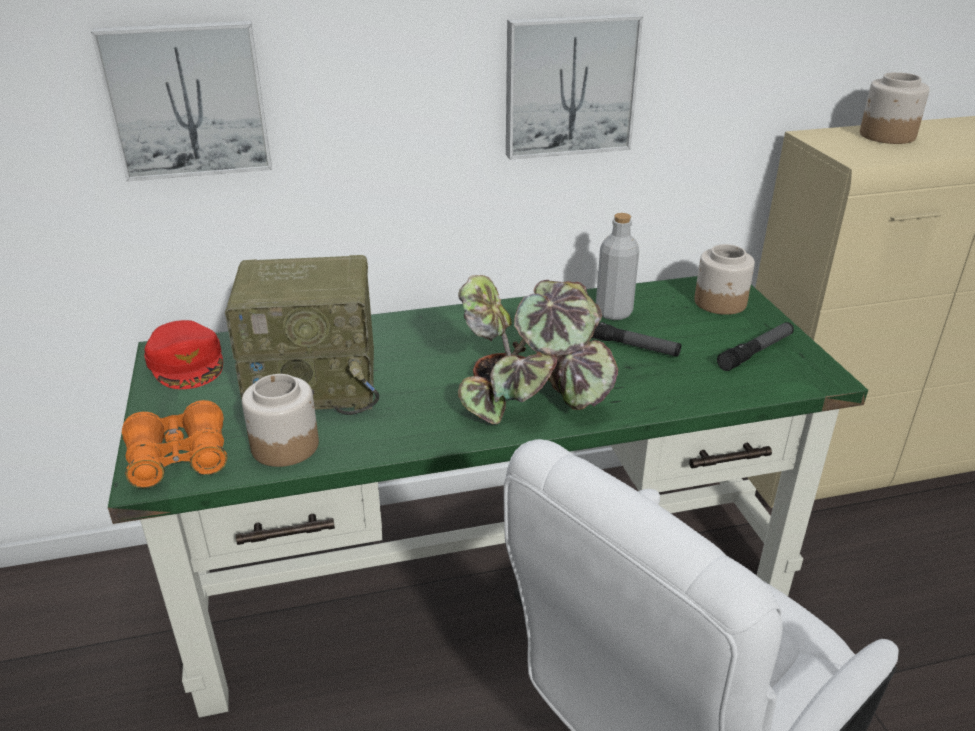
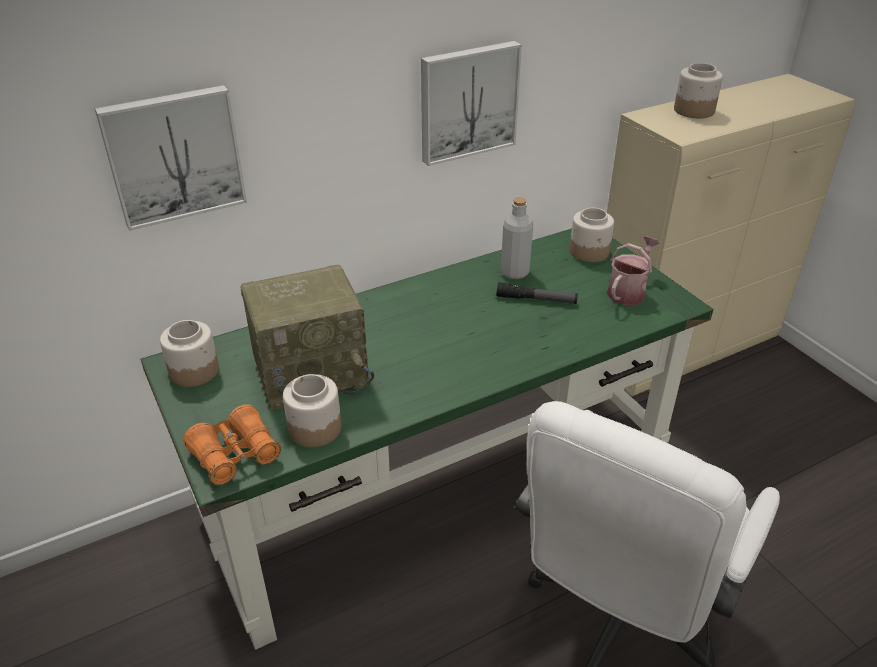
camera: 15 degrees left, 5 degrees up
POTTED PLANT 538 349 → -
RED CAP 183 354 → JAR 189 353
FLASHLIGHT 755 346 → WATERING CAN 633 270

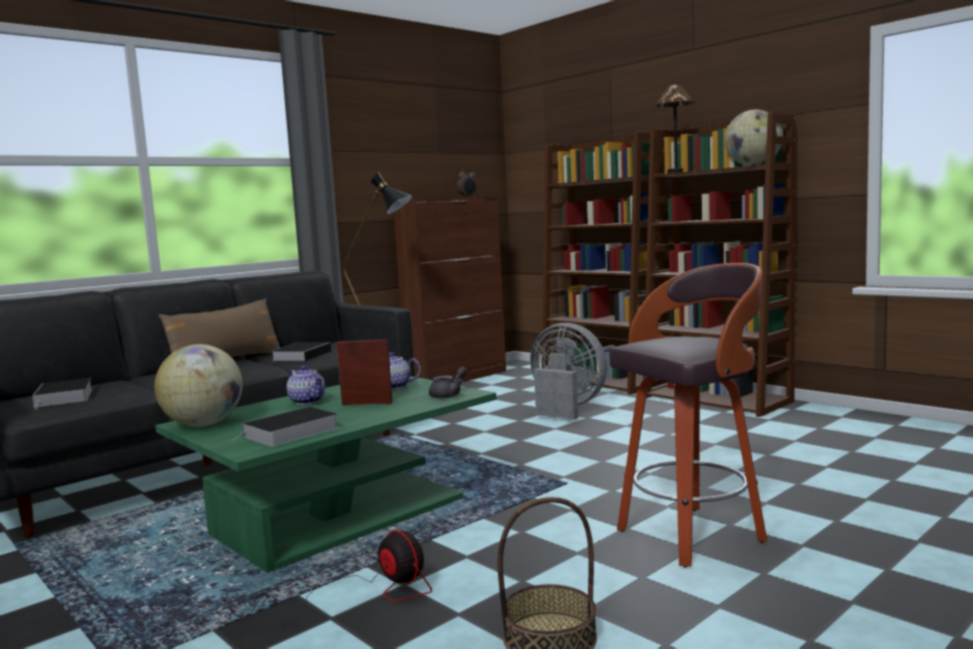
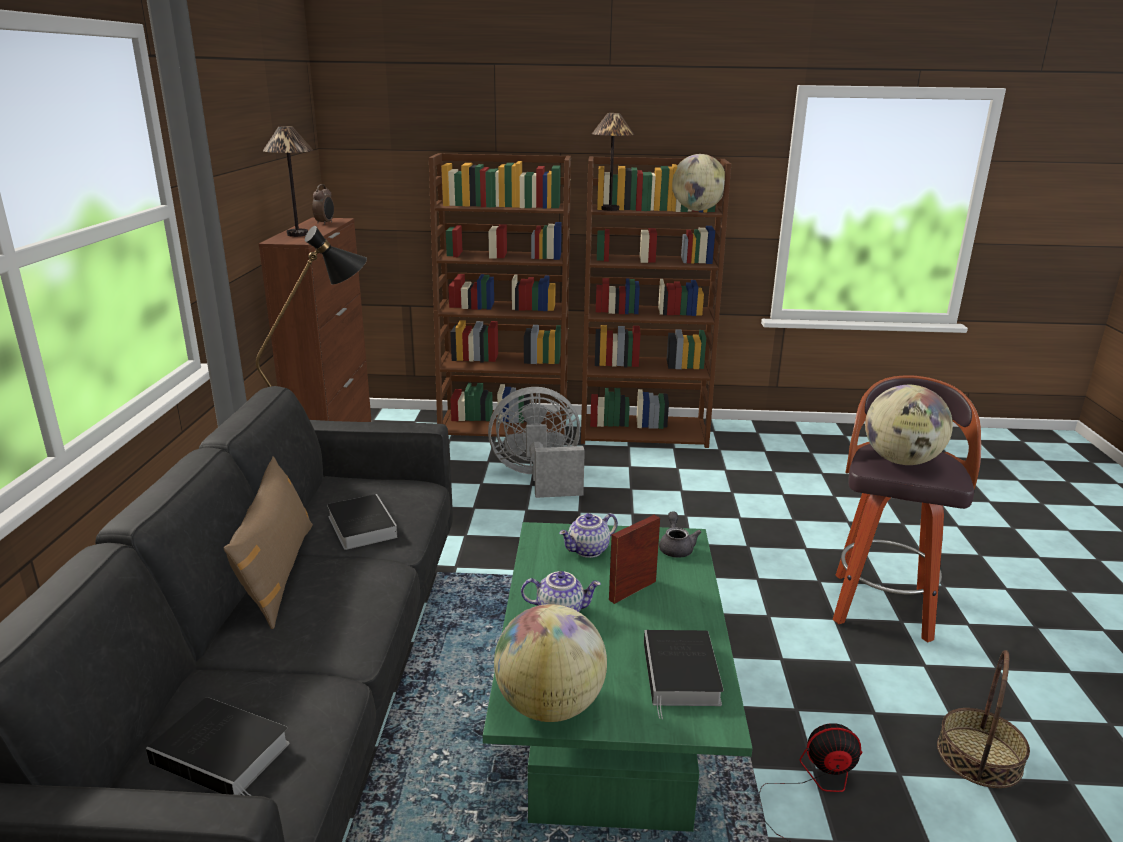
camera: 45 degrees left, 15 degrees up
- → TABLE LAMP 288 181
- → GLOBE 909 425

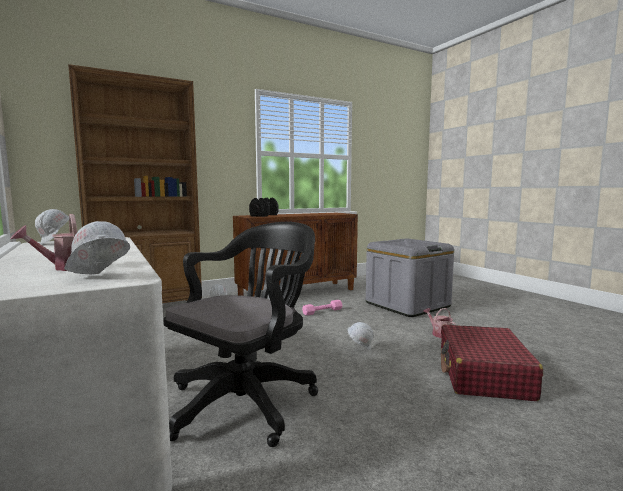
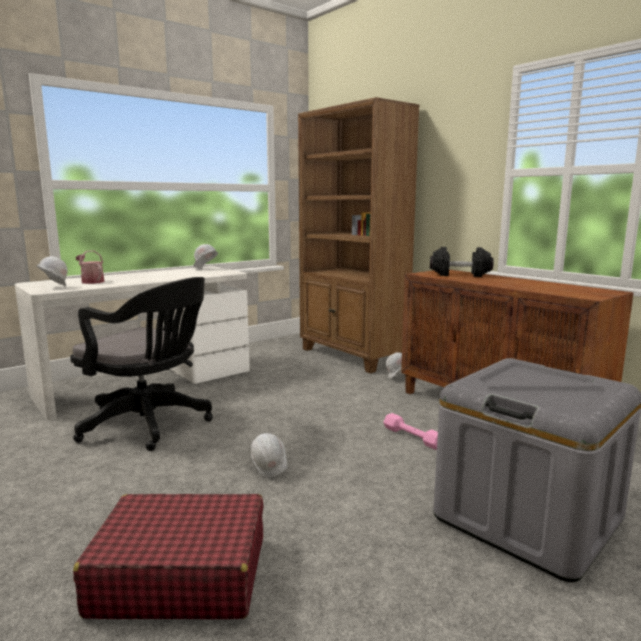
camera: 80 degrees right, 5 degrees up
WATERING CAN 439 323 → -

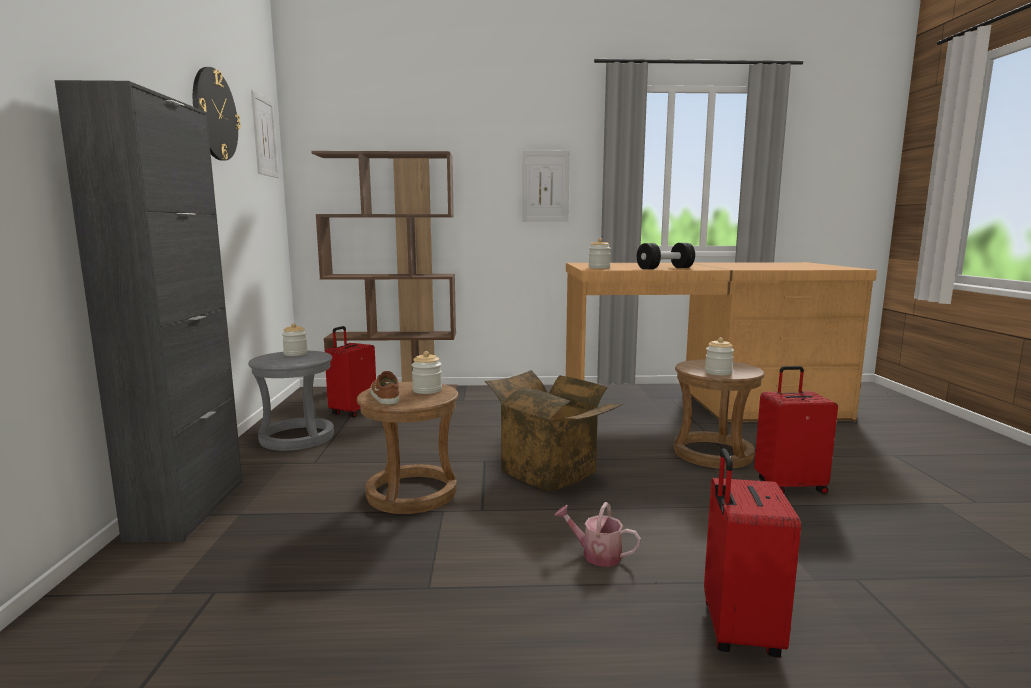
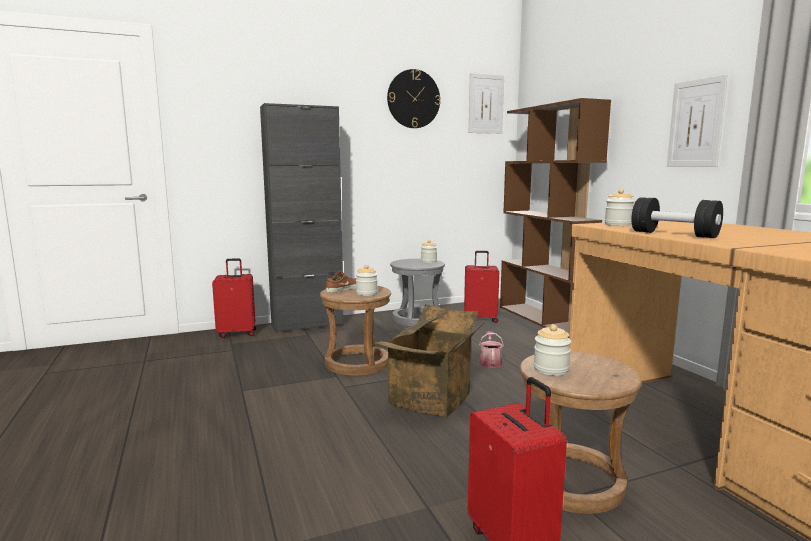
camera: 70 degrees right, 0 degrees up
WATERING CAN 598 534 → WATERING CAN 491 349, move
RED SUITCASE 752 552 → RED SUITCASE 234 298, move

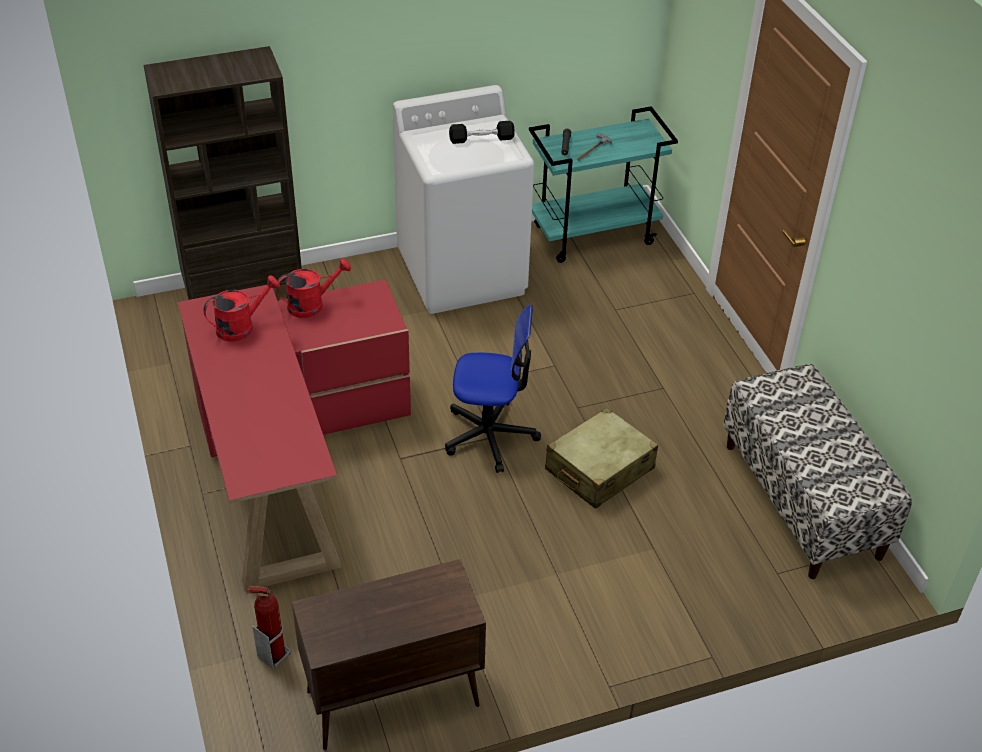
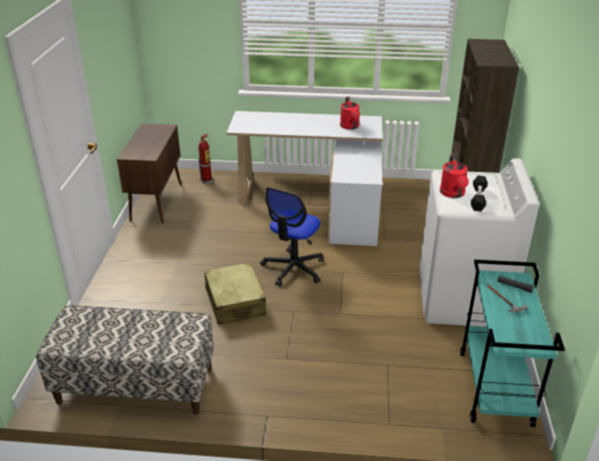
camera: 115 degrees right, 10 degrees down
RED WATERING CAN 313 288 → RED WATERING CAN 454 176, move
RED DESK 294 435 → WHITE DESK 304 178

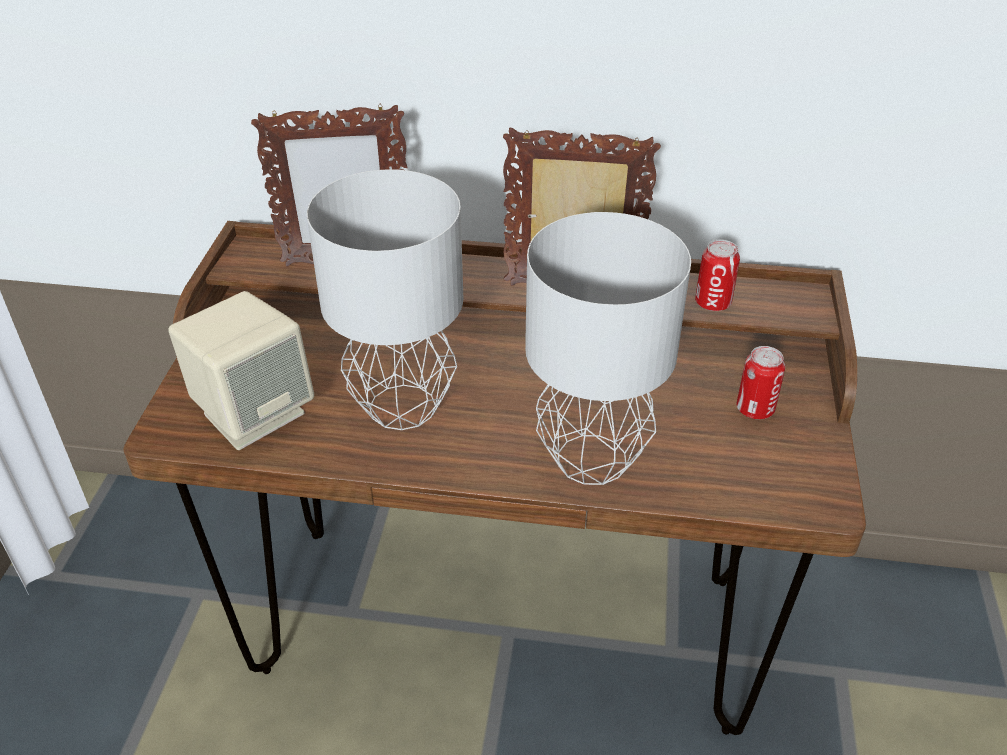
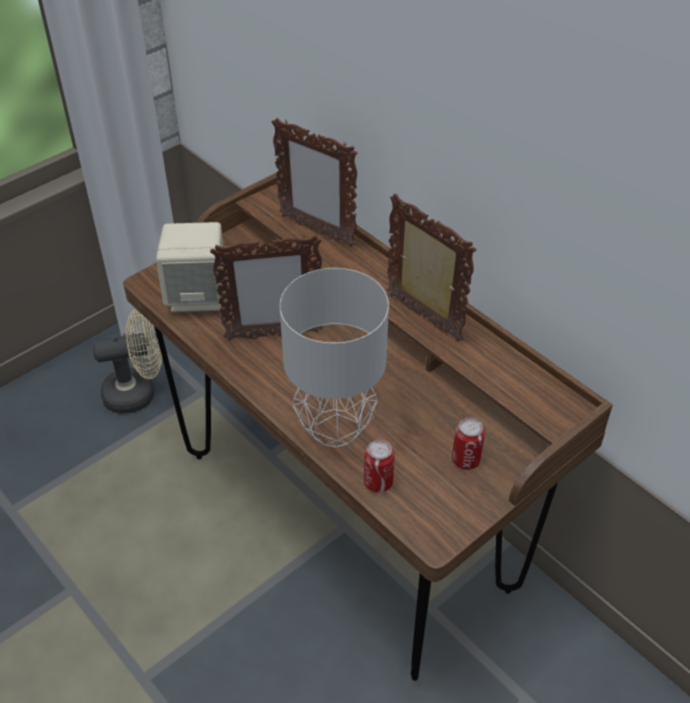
camera: 40 degrees right, 5 degrees up
- → BEIGE FAN 127 361
CAN 717 275 → CAN 379 466, move
GREY TABLE LAMP 385 299 → PICTURE FRAME 266 287

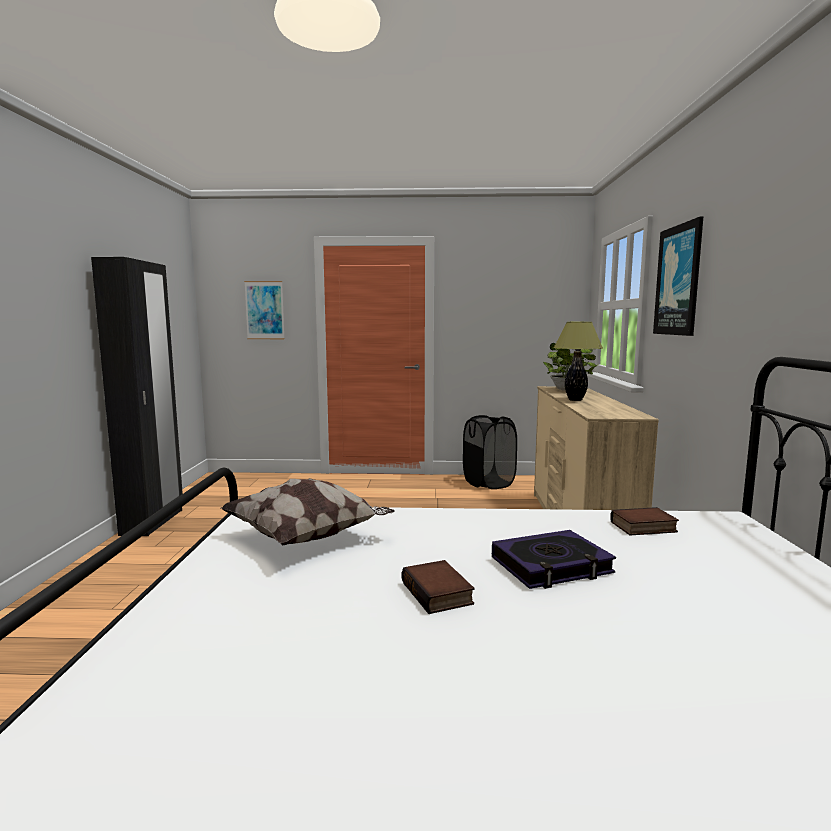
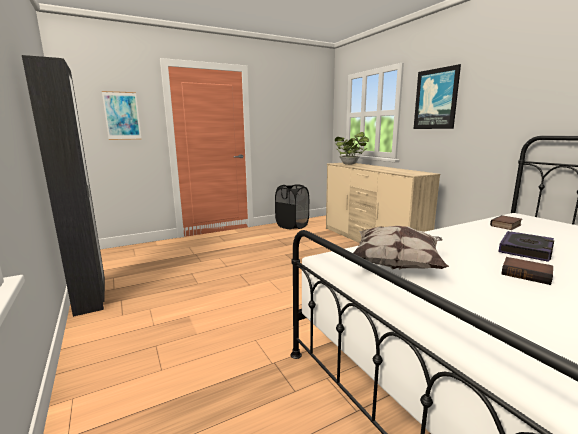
camera: 30 degrees left, 5 degrees up
TABLE LAMP 578 361 → -

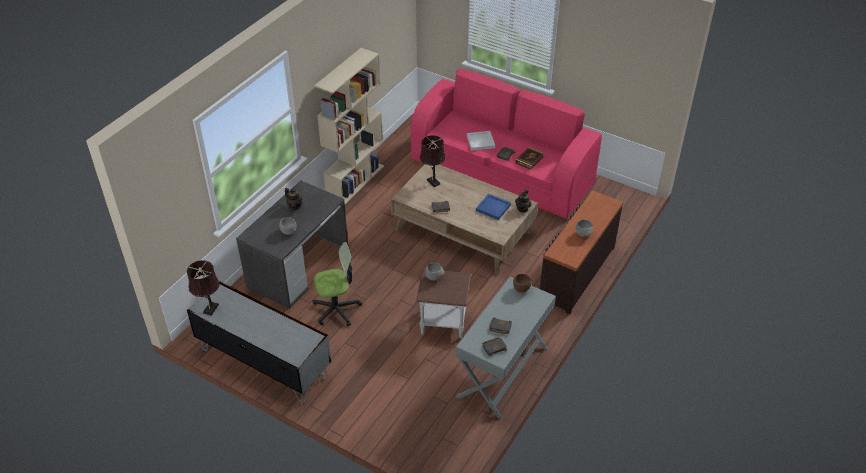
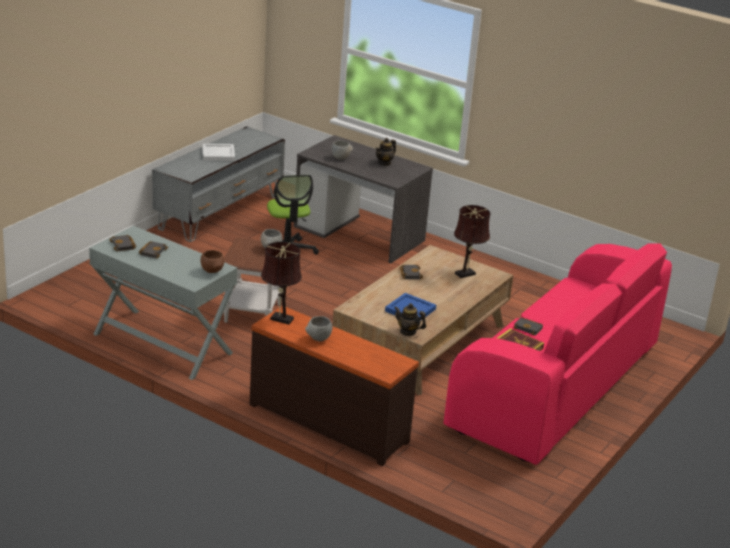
camera: 90 degrees right, 15 degrees down
BEIGE BOOKCASE 349 126 → -
BROWN TABLE LAMP 203 288 → BROWN TABLE LAMP 281 283, move
WHITE TRAY 481 141 → WHITE TRAY 219 152, move

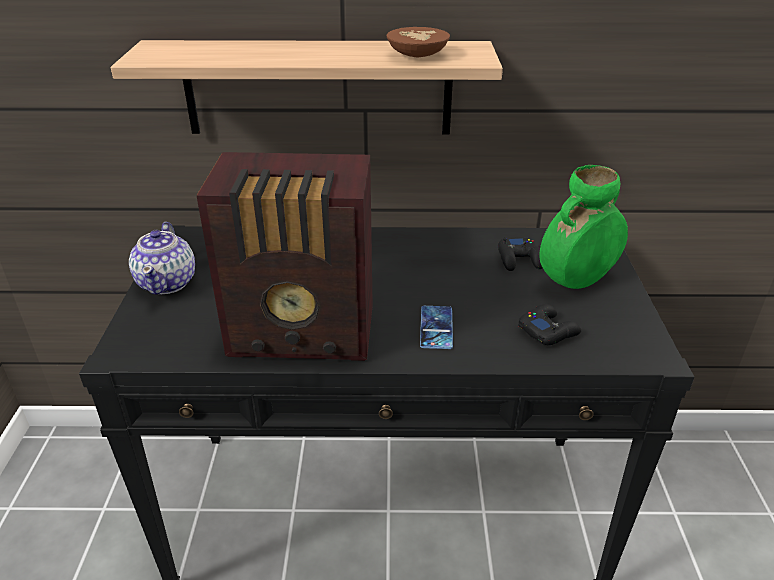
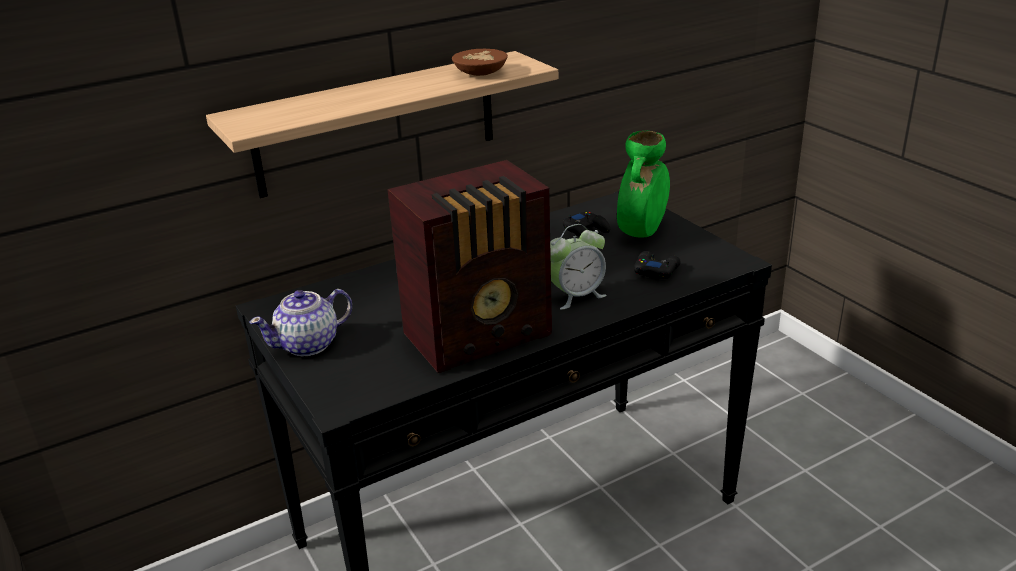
camera: 30 degrees left, 5 degrees down
PHONE 436 327 → ALARM CLOCK 578 267
TEAPOT 162 258 → TEAPOT 300 322, 90 degrees clockwise

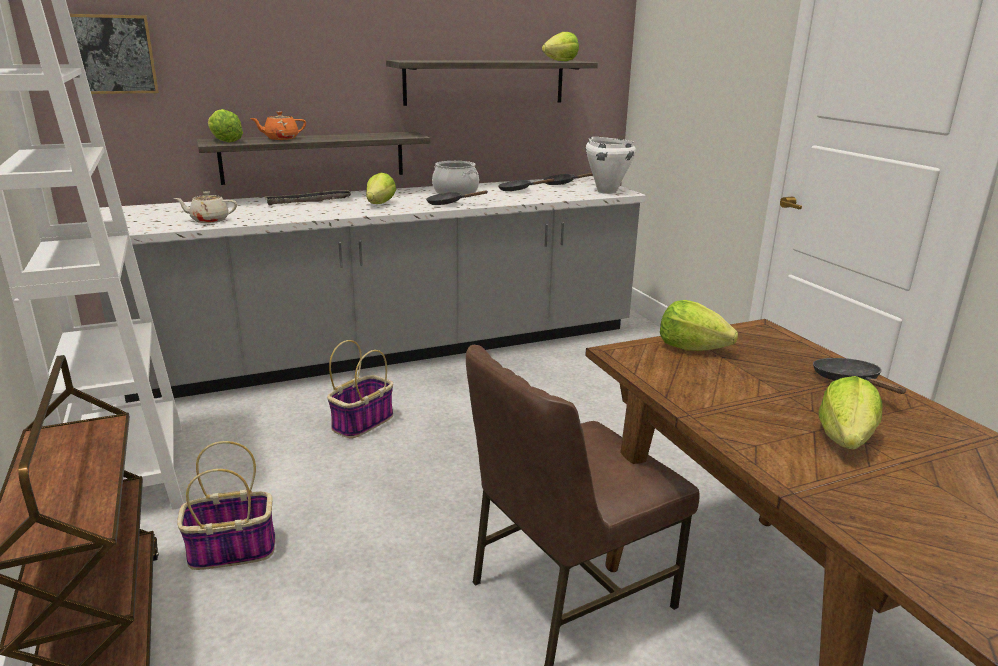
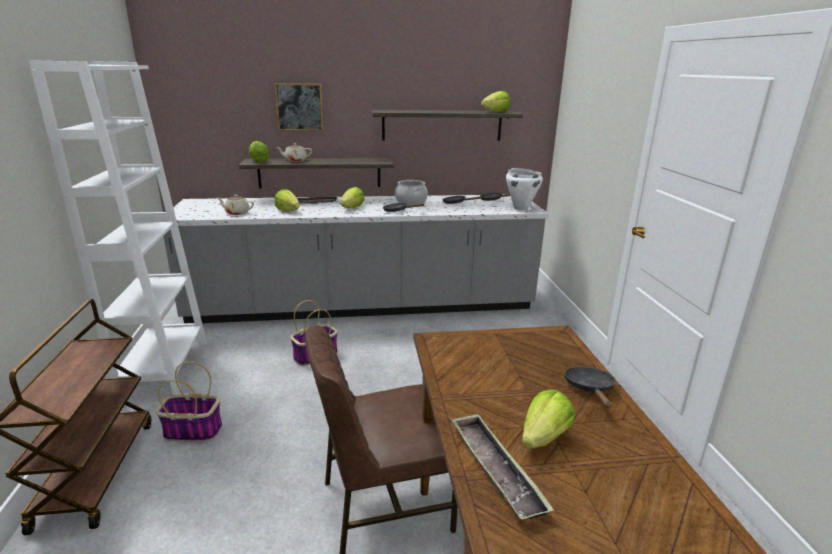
camera: 15 degrees right, 0 degrees up
- → TRAY 502 466
PICTURE 114 54 → PICTURE 298 107, move
LETTUCE 699 325 → LETTUCE 287 200, move
ORANGE TEAPOT 278 125 → BEIGE TEAPOT 294 152

